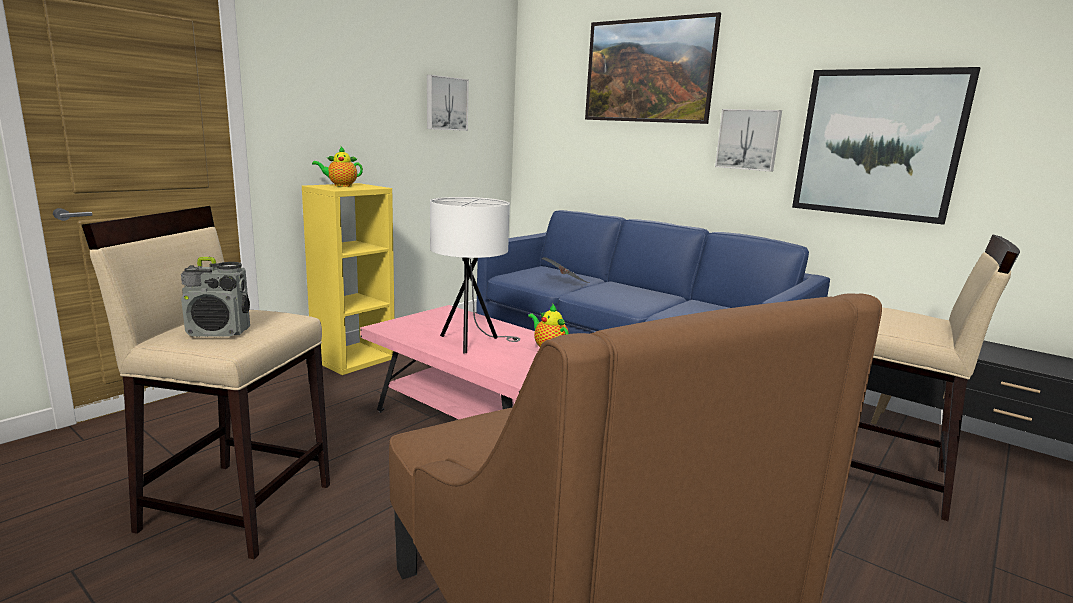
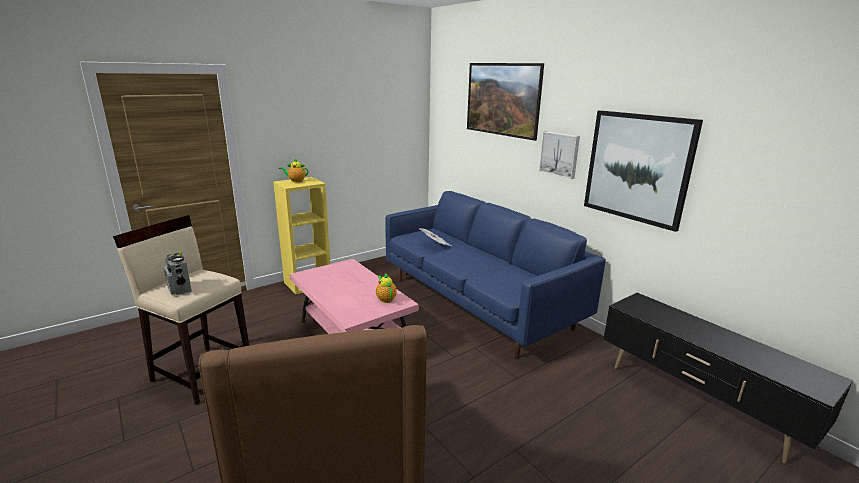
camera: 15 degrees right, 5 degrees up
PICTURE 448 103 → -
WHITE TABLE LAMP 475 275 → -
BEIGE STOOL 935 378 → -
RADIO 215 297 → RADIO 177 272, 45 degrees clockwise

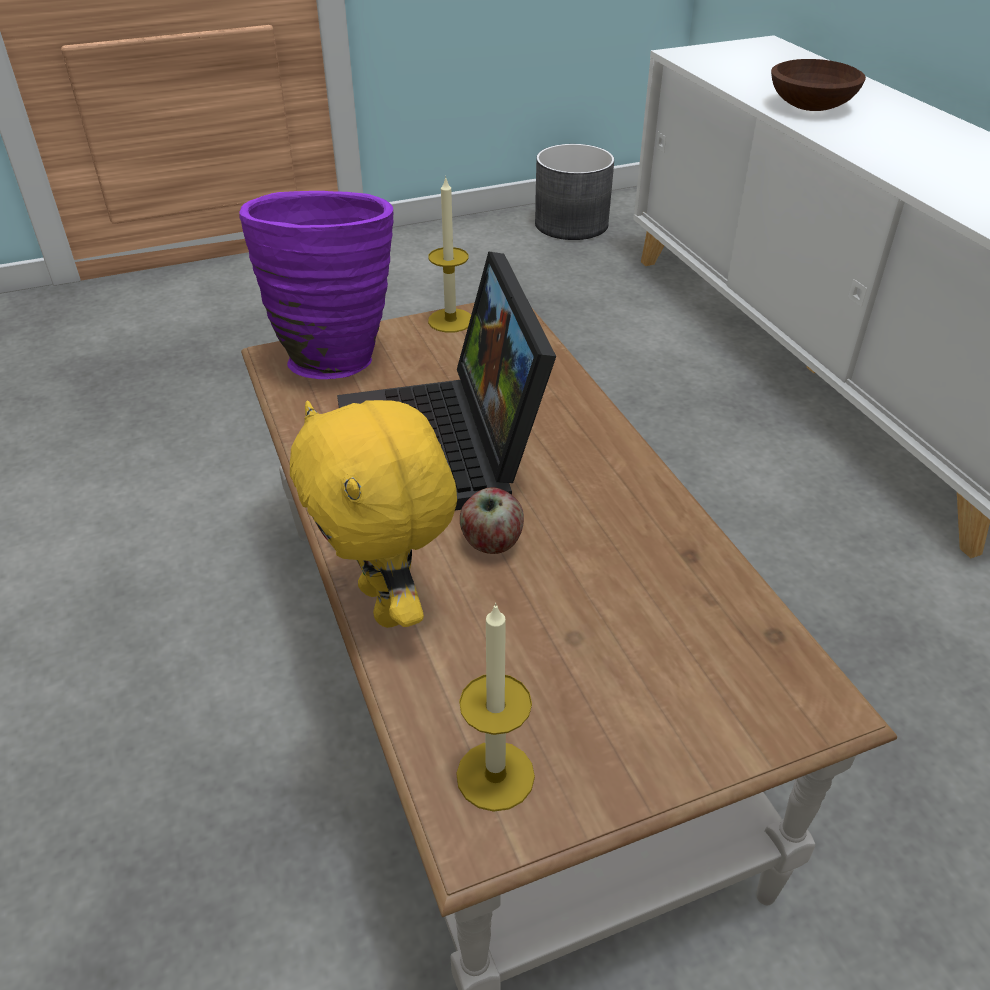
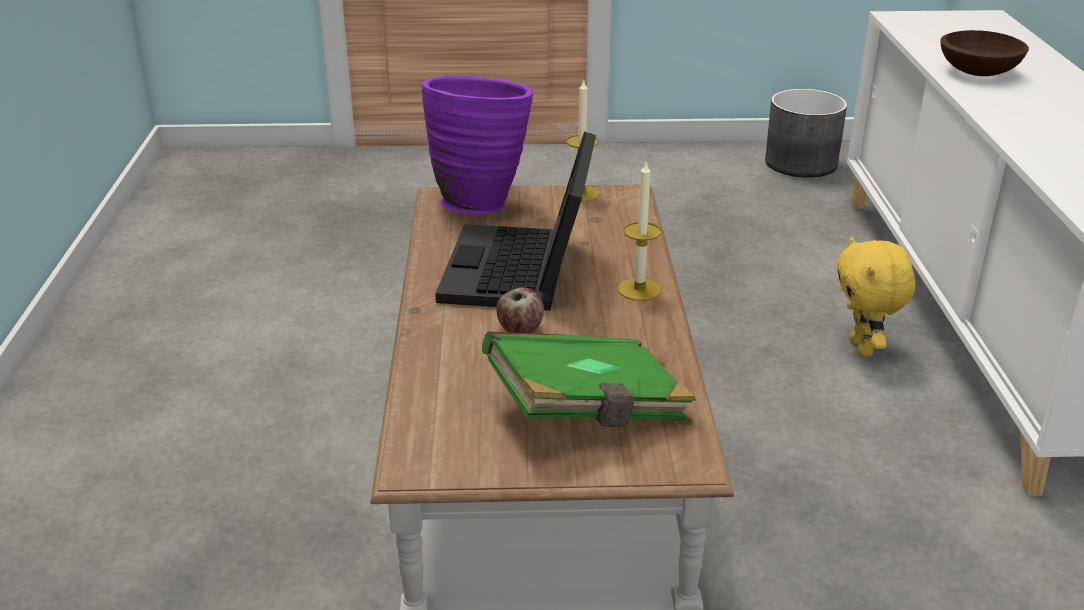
camera: 20 degrees right, 10 degrees down
- → GREEN BOOK 589 379
YELLOW PLUSH TOY 373 514 → YELLOW PLUSH TOY 876 297, move
CANDLE 495 707 → CANDLE 639 231, move

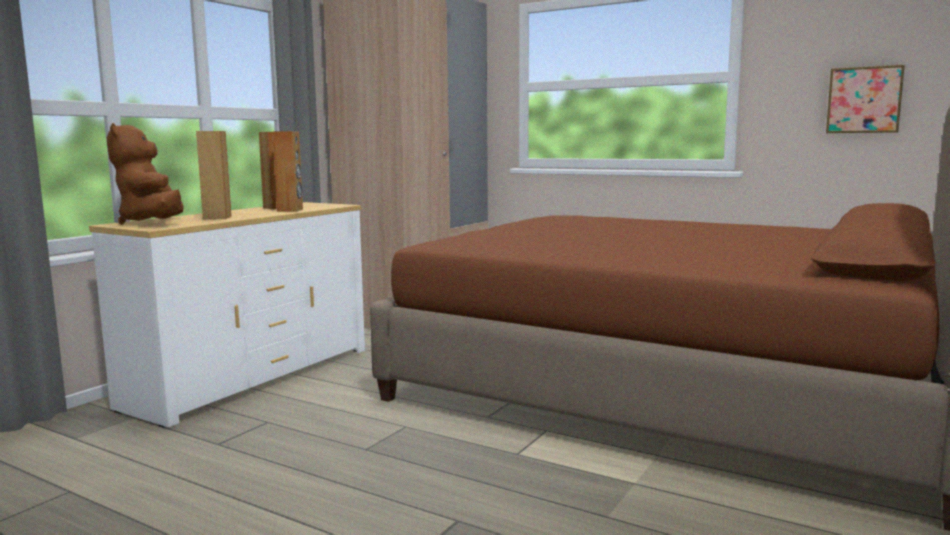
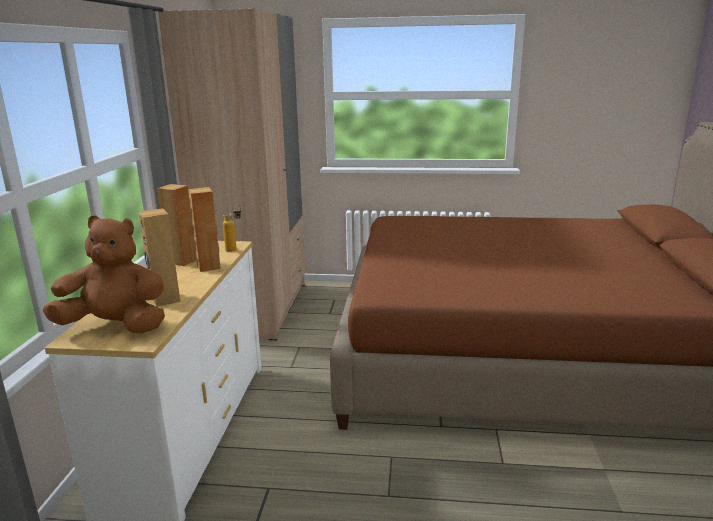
camera: 25 degrees left, 10 degrees up
PICTURE 865 99 → -
- → BOTTLE 232 228
BROWN PLUSH TOY 145 174 → BROWN PLUSH TOY 103 274, 135 degrees clockwise

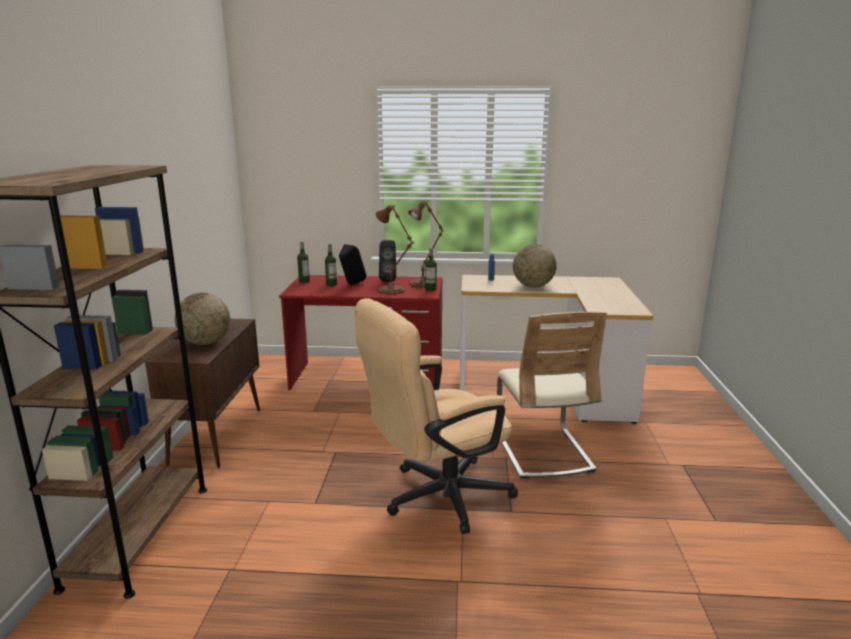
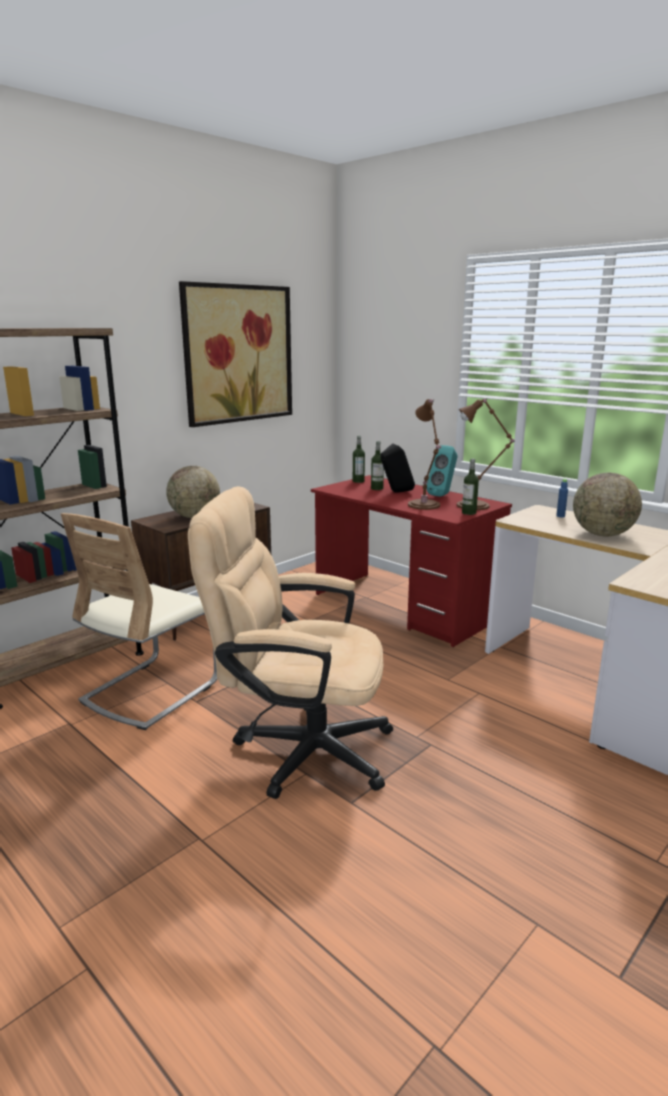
camera: 40 degrees right, 0 degrees up
- → PICTURE 235 354
BEIGE CHAIR 552 395 → BEIGE CHAIR 139 621, move
BLACK SPEAKER 387 261 → TURQUOISE SPEAKER 442 471

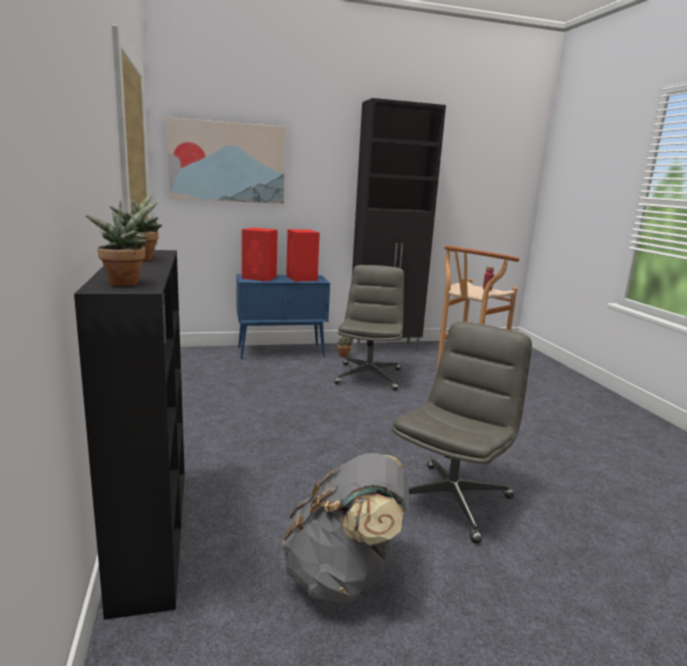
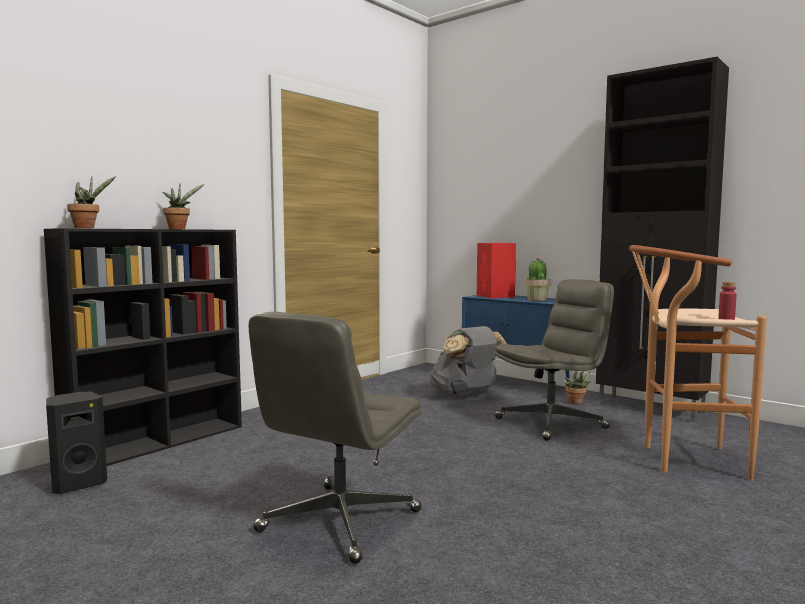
camera: 55 degrees right, 10 degrees down
PICTURE 225 160 → -
- → BLACK SPEAKER 76 443
GREY BACKPACK 345 528 → GREY BACKPACK 468 362, move
RED SPEAKER 303 255 → POTTED PLANT 537 279
GREY OFFICE CHAIR 462 433 → GREY OFFICE CHAIR 335 438, 120 degrees clockwise

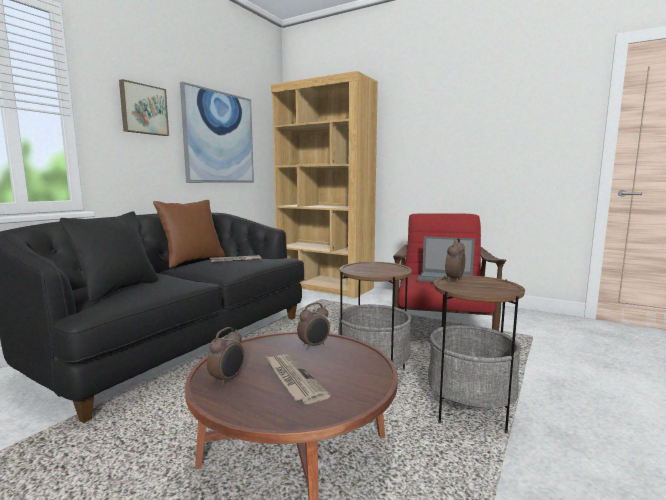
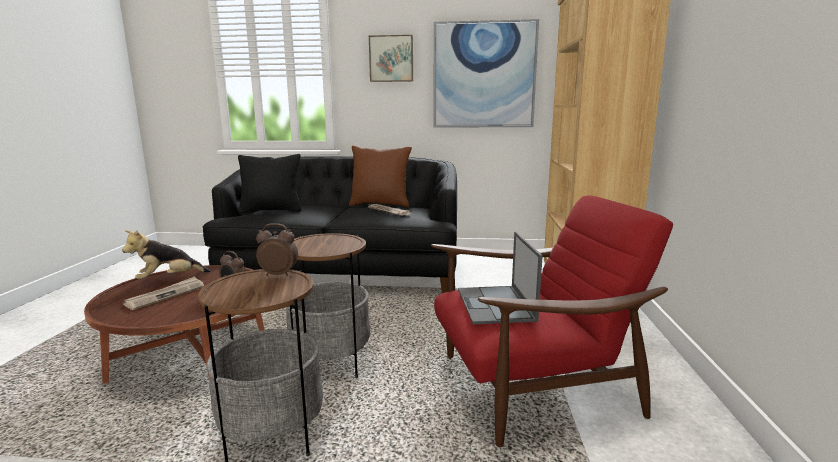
camera: 65 degrees right, 5 degrees up
ALARM CLOCK 225 356 → PLUSH TOY 166 254

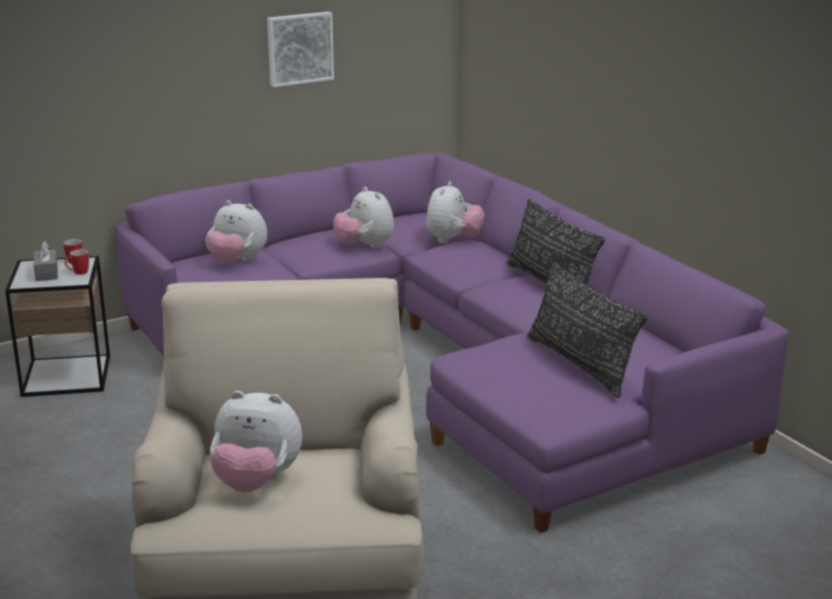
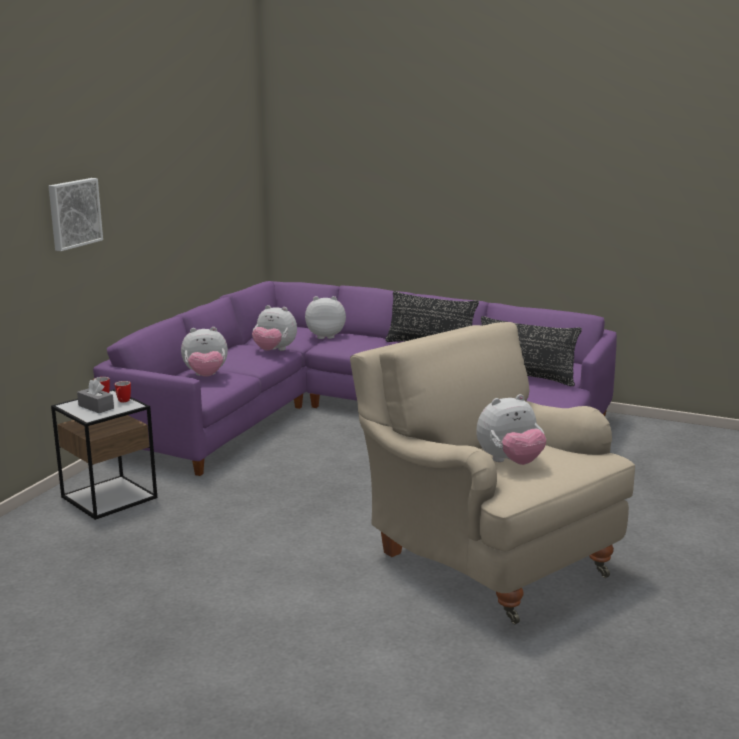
camera: 35 degrees left, 5 degrees down
PICTURE 300 49 → PICTURE 75 214, move
PLUSH TOY 455 212 → PLUSH TOY 325 317, 75 degrees counterclockwise

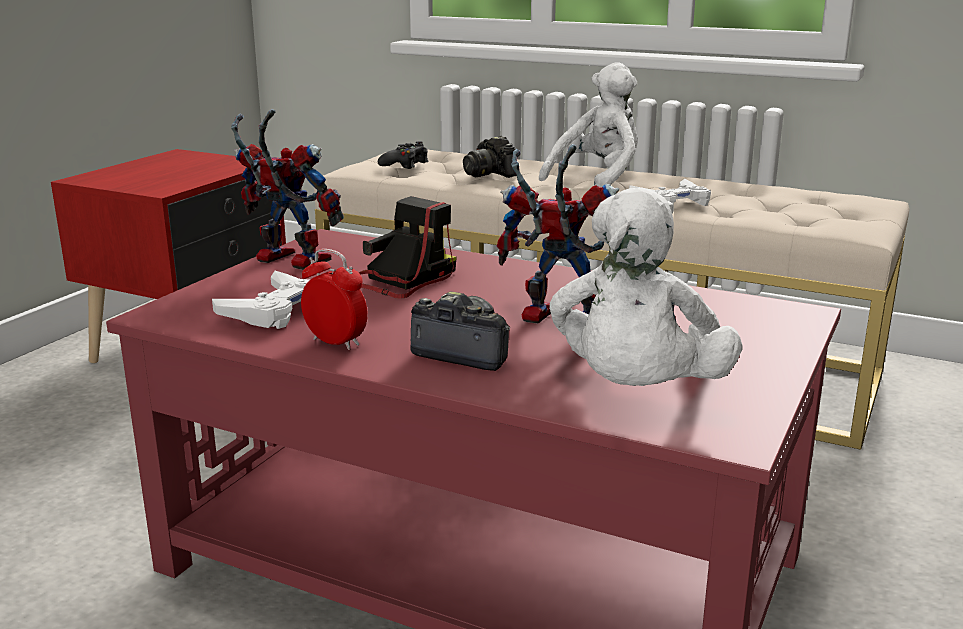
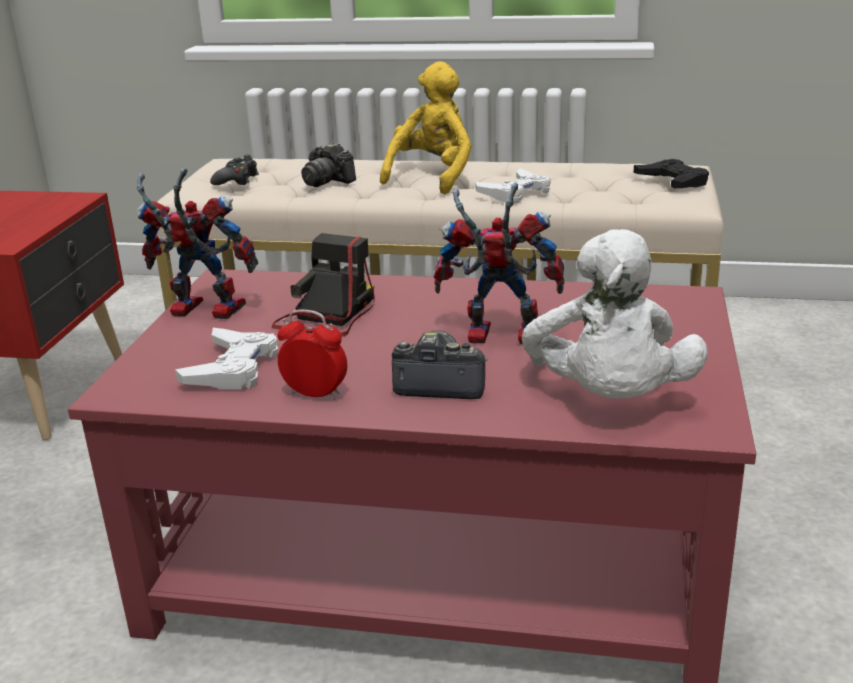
camera: 15 degrees left, 5 degrees up
- → BLACK GAME CONTROLLER 671 173
WHITE PLUSH TOY 588 124 → YELLOW PLUSH TOY 425 128

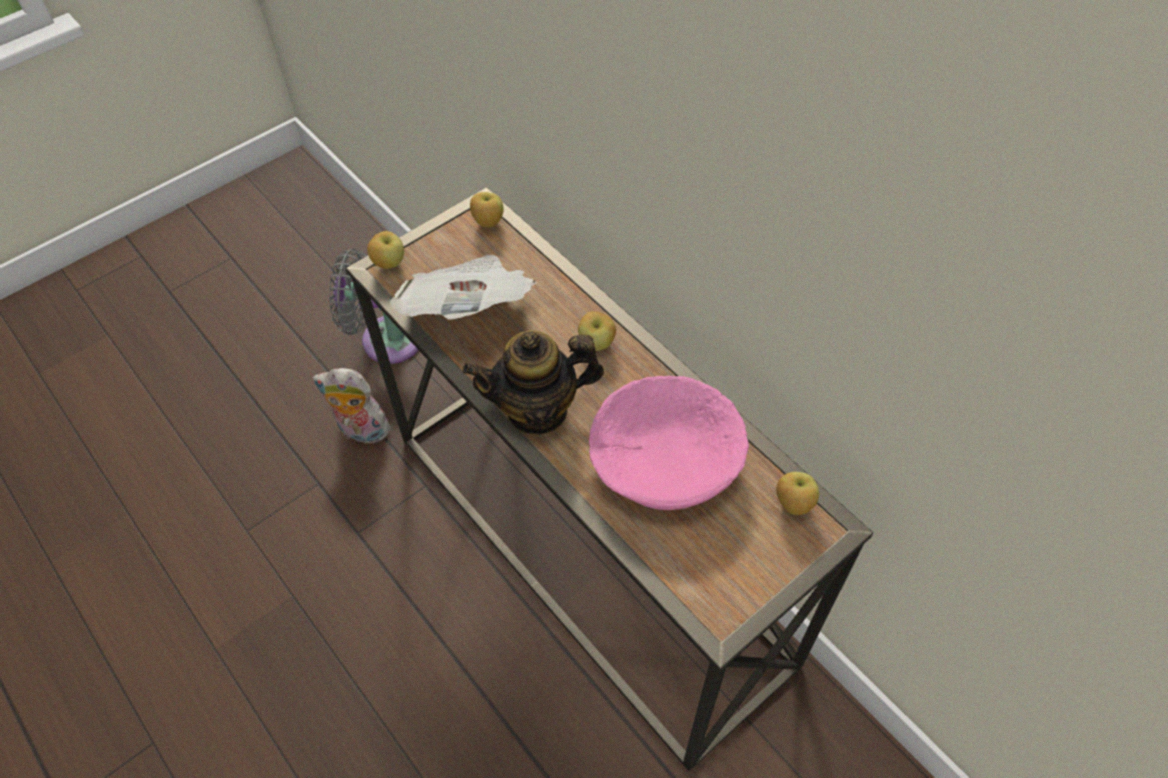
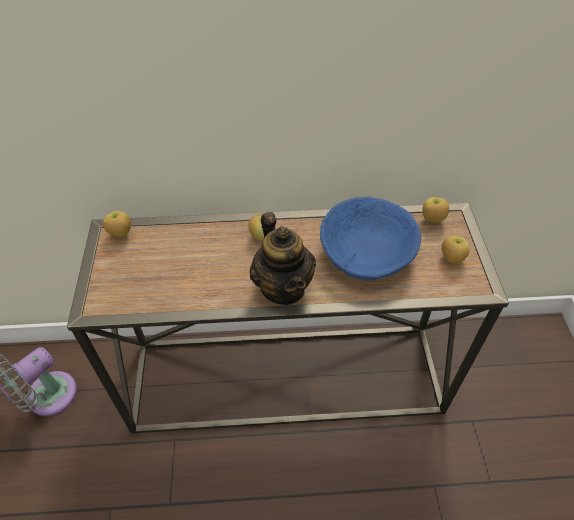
camera: 55 degrees left, 5 degrees down
PLUSH TOY 354 406 → -
NEWSPAPER 463 287 → -
APPLE 385 250 → APPLE 456 250, move
PINK BOWL 669 443 → BLUE BOWL 370 239
TEAPOT 533 382 → TEAPOT 283 258, 45 degrees counterclockwise

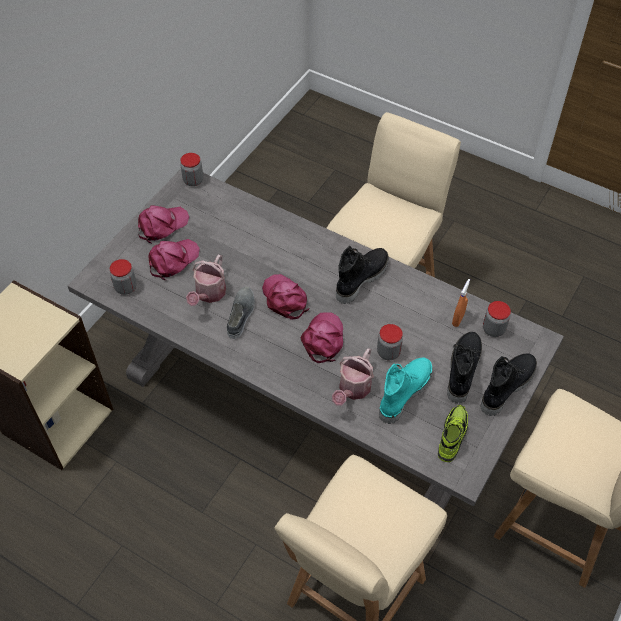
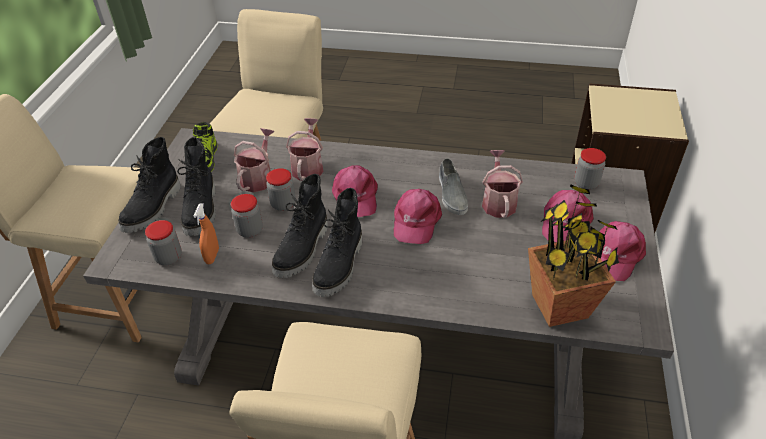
camera: 160 degrees right, 10 degrees down
- → BLACK BOOT 300 226
- → POTTED PLANT 573 255
JAR 191 169 → JAR 247 216, move
TURQUOISE BOOT 405 390 → WATERING CAN 254 160
PINK CAP 285 297 → PINK CAP 418 216, 60 degrees clockwise

